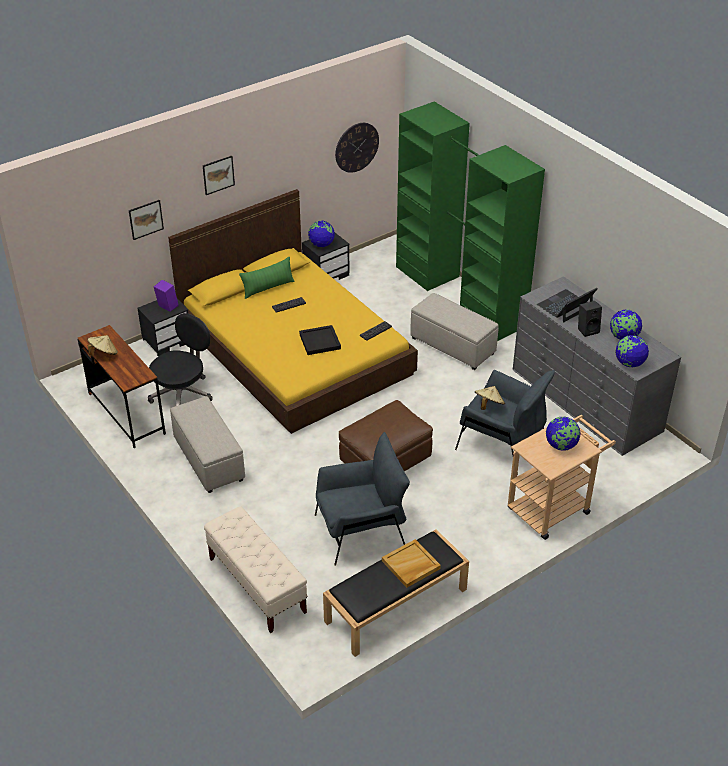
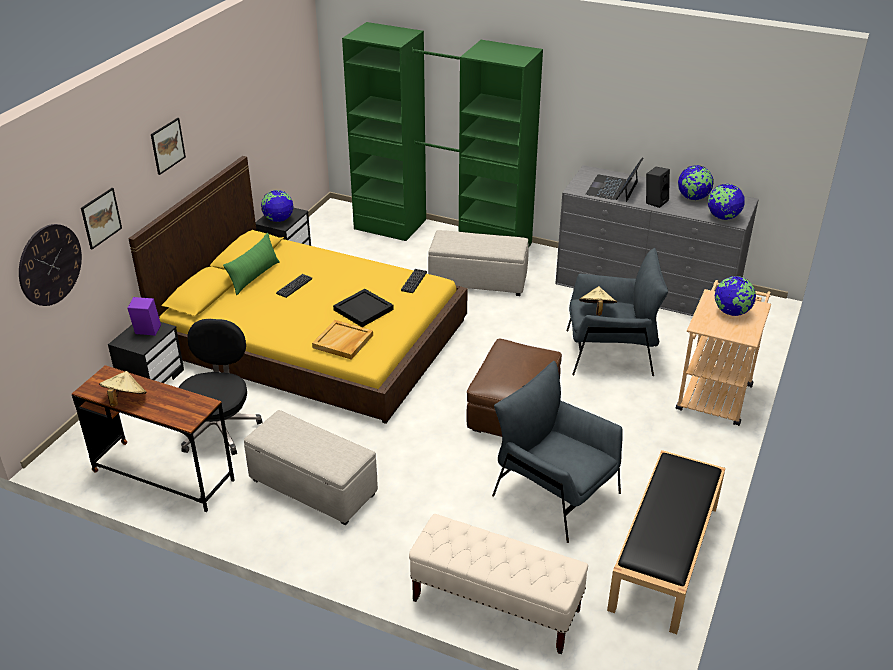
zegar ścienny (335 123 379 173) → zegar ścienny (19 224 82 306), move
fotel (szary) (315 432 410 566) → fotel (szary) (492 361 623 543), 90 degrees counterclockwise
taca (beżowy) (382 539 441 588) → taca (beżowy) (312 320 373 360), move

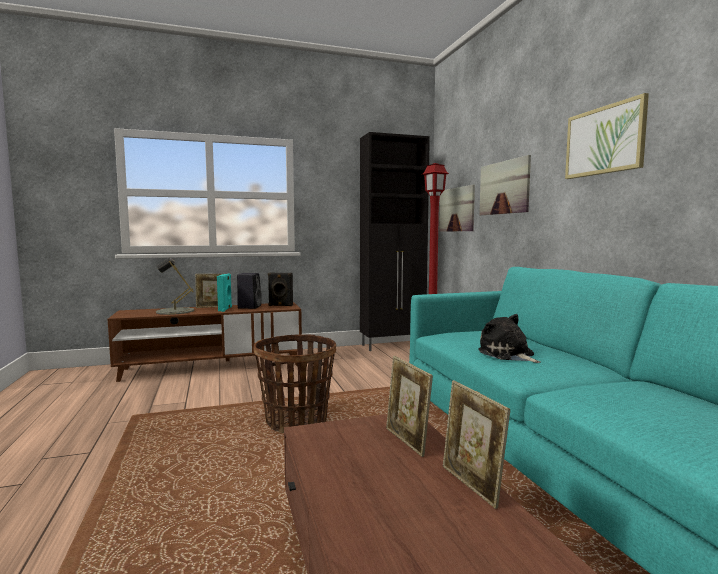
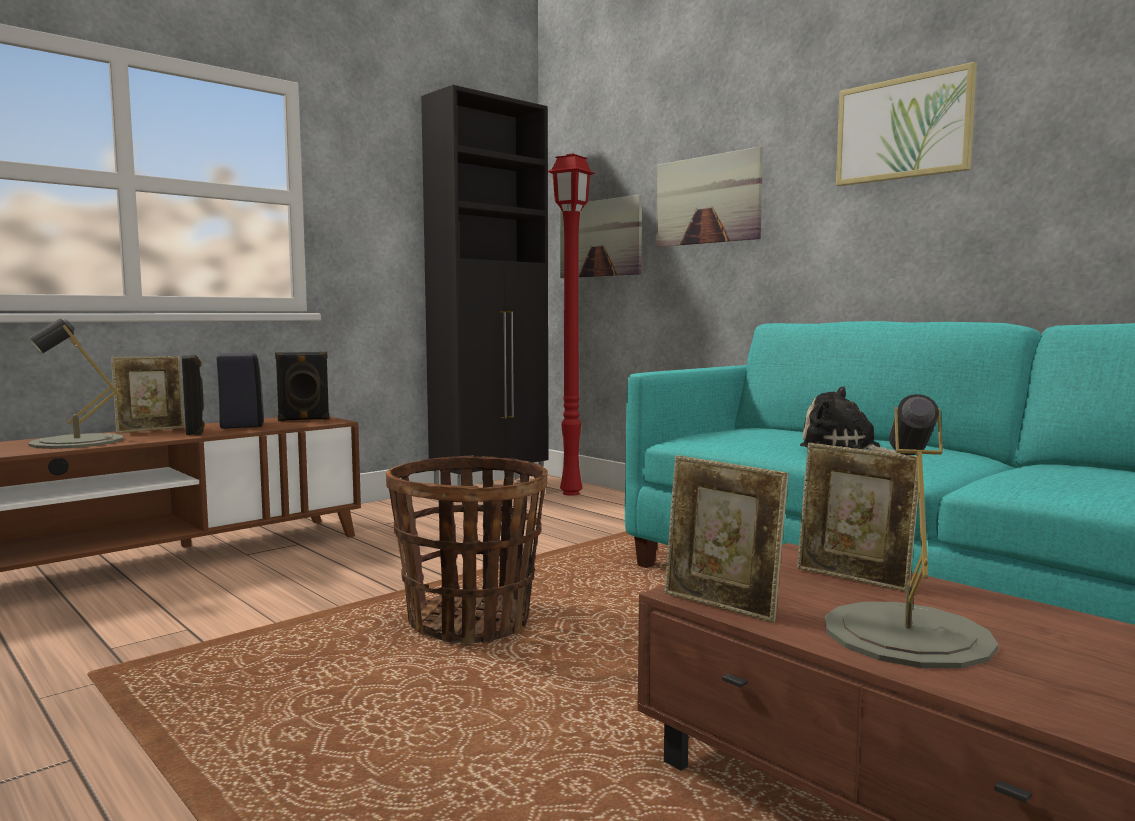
głośnik (turkusowy) (217 274 232 312) → głośnik (czarny) (182 355 205 436)
ramka na zdjęcie (443 380 510 509) → ramka na zdjęcie (664 455 788 623), move
- → lampa stołowa (szary) (824 394 998 669)

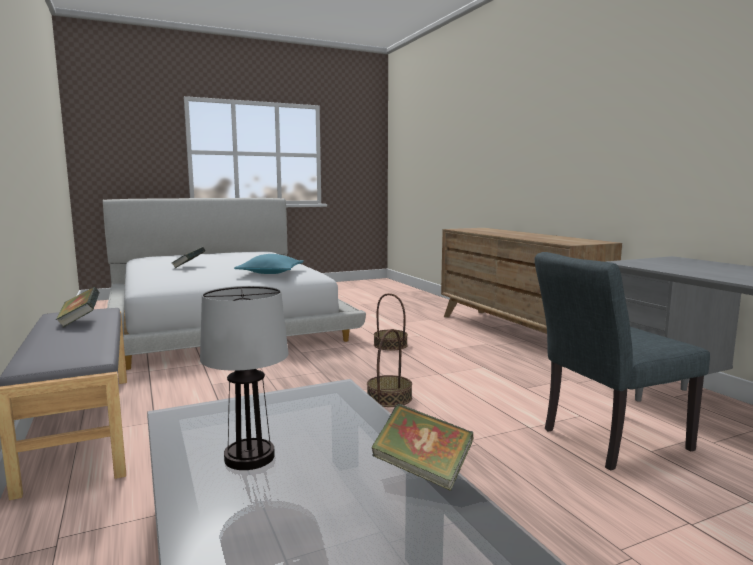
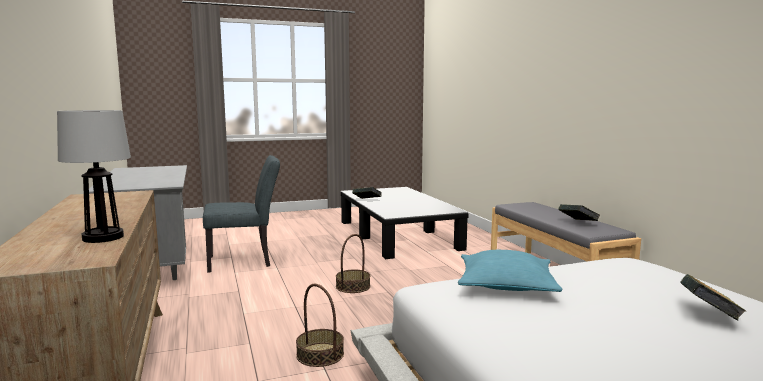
lampa stołowa (200 286 289 470) → lampa stołowa (57 110 131 243), move

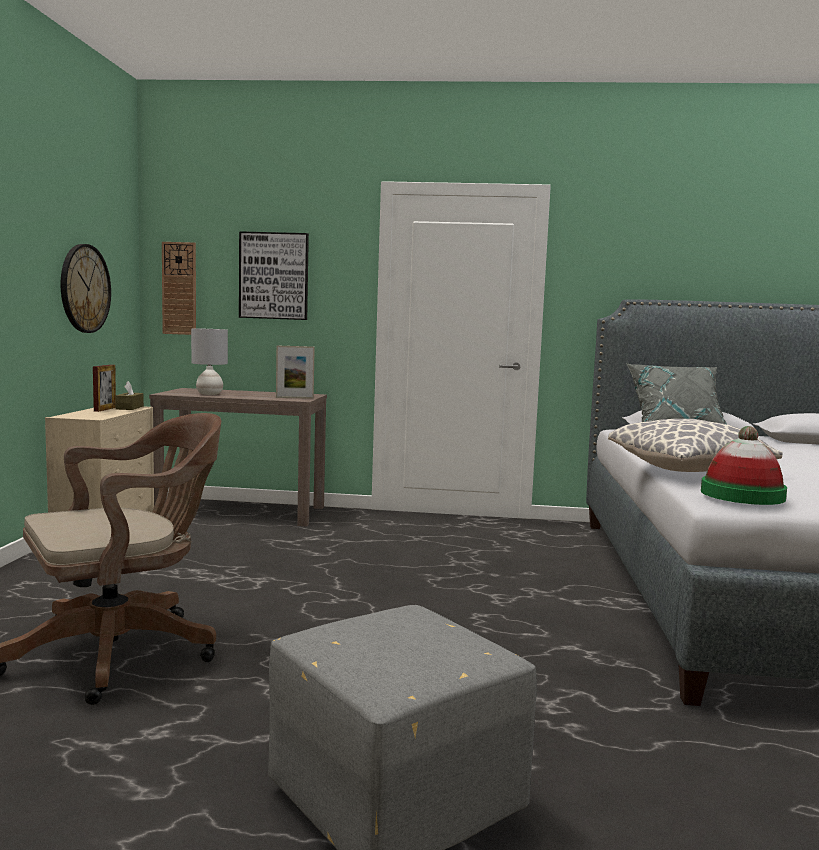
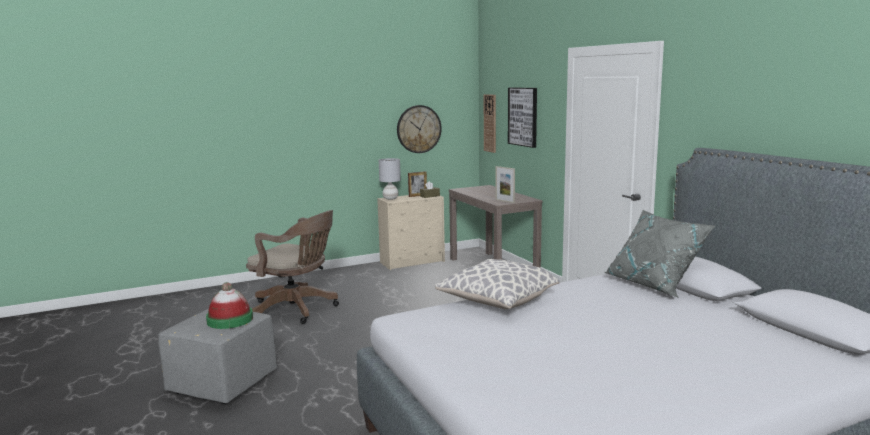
lampa stołowa (szary) (191 328 228 395) → lampa stołowa (szary) (379 158 401 200), move
kapelusz (701 426 787 505) → kapelusz (206 282 253 329), move

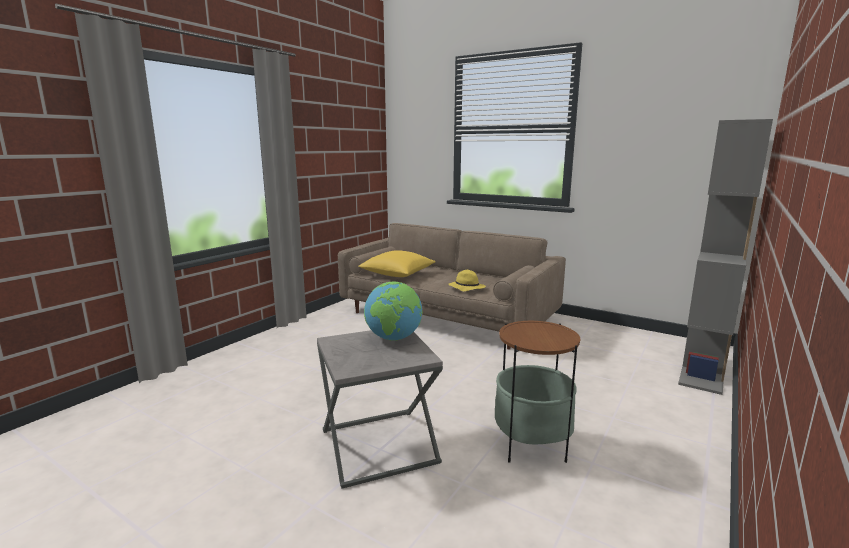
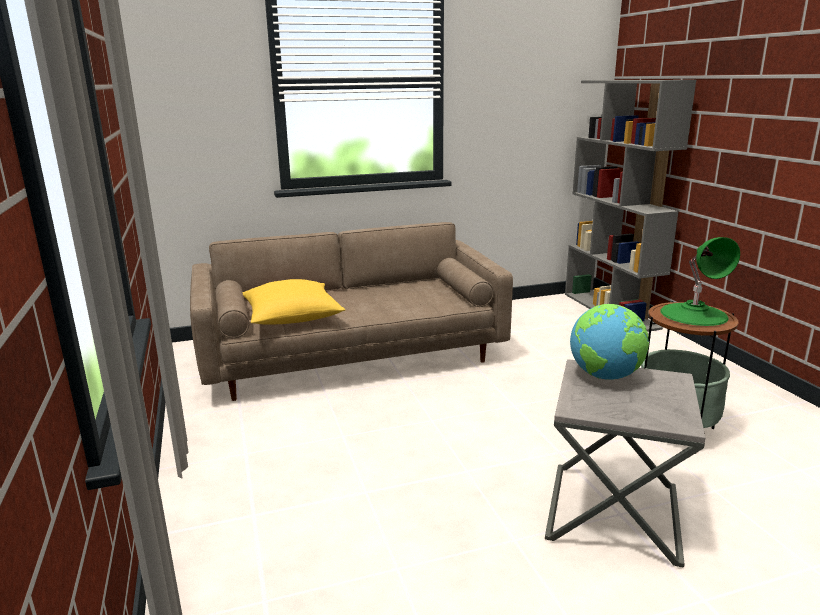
kapelusz (żółty) (448 270 486 292) → -
- → lampa stołowa (zielony) (660 237 740 326)

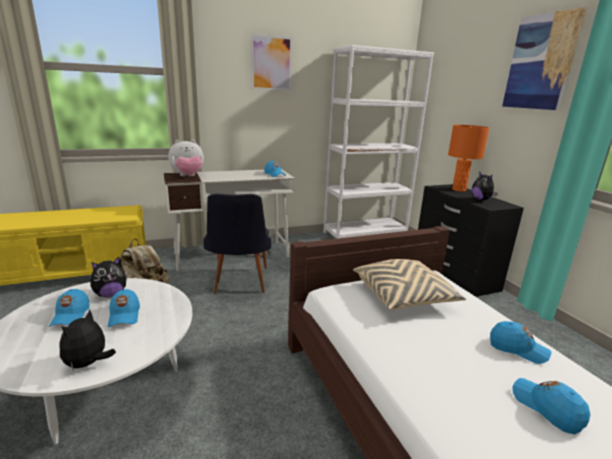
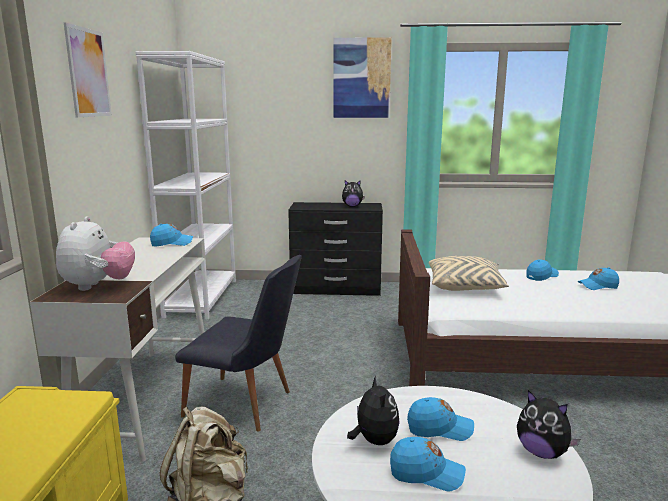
lampa stołowa (pomarańczowy) (448 125 489 192) → -

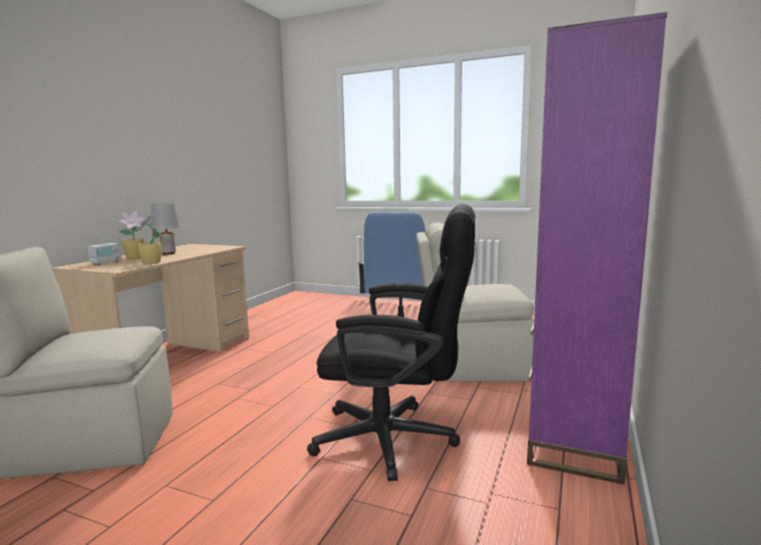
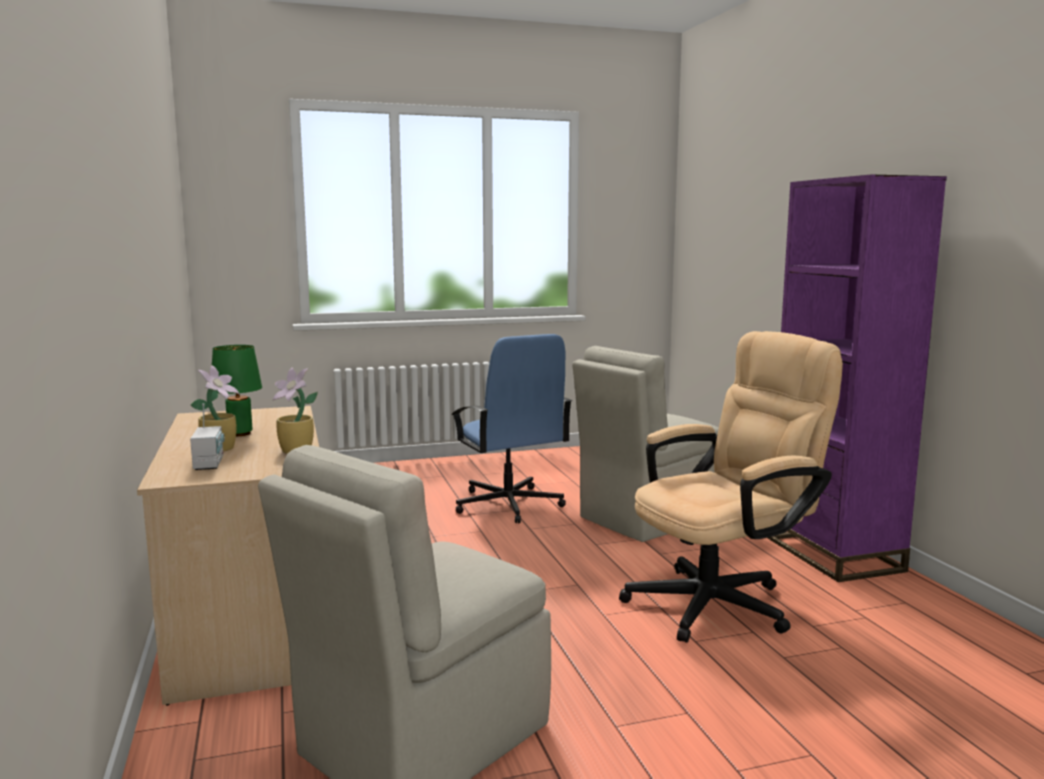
lampa stołowa (szary) (151 203 181 255) → lampa stołowa (zielony) (212 345 262 436)
krzesło biurowe (czarny) (307 204 476 481) → krzesło biurowe (beżowy) (619 331 843 643)

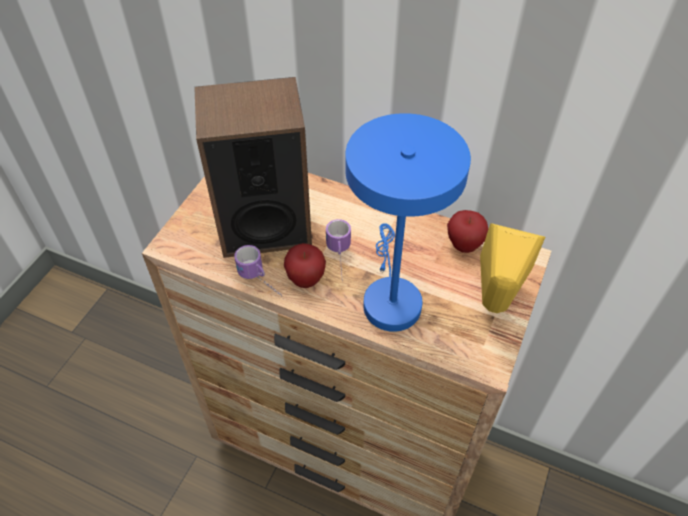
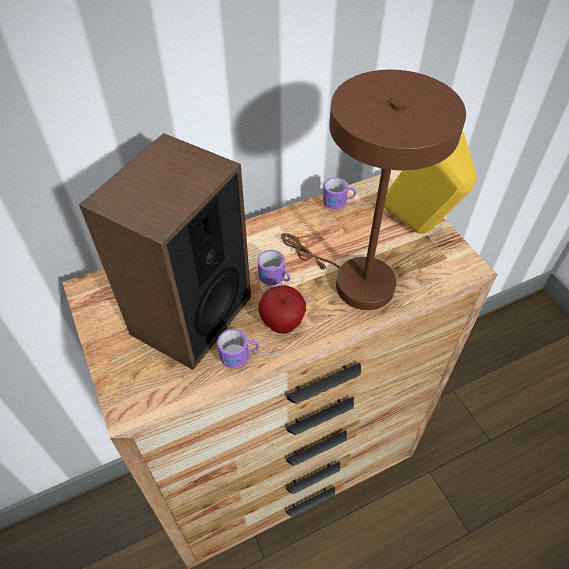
lampa stołowa (niebieski) (345 113 471 332) → lampa stołowa (brązowy) (281 70 466 310)
jabłko (447 210 488 253) → kubek (323 177 373 209)

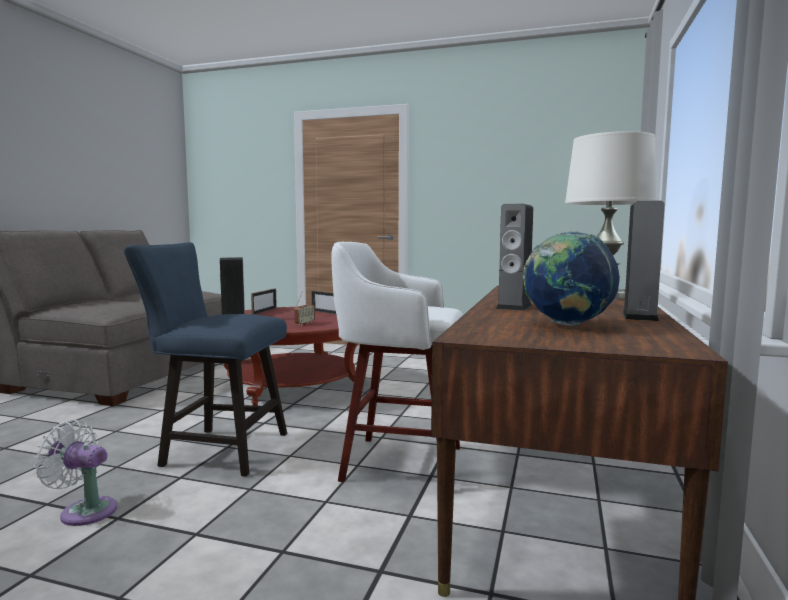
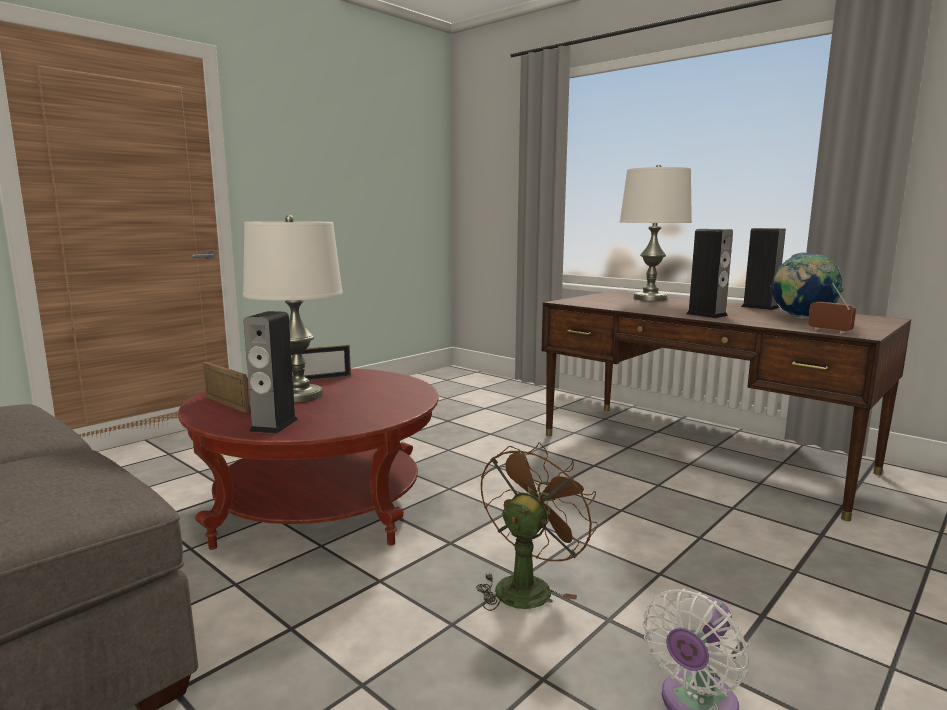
krzesło (niebieski) (124 242 287 476) → wentylator (brązowy) (476 442 598 611)
stołek (biały) (331 242 463 482) → -
radio (295 292 315 326) → radio (808 283 856 334), move
- → lampa stołowa (biały) (243 215 343 402)

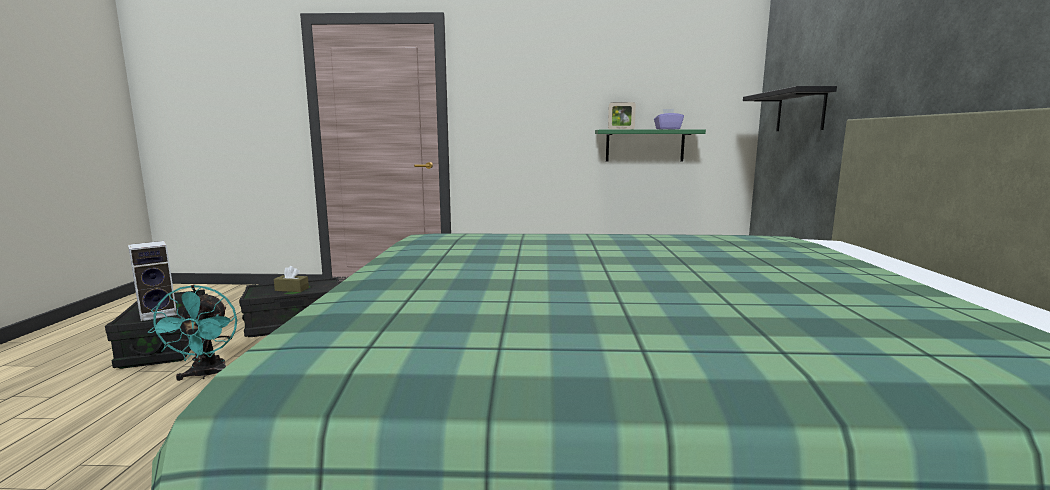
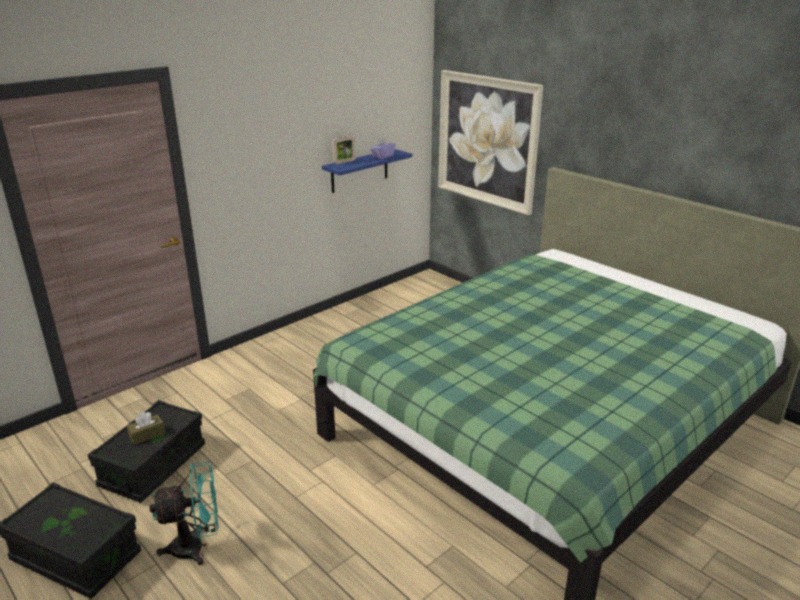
półka (czarny) (743 86 837 131) → obraz (438 70 544 215)
półka (zielony) (595 130 706 162) → półka (niebieski) (322 149 412 193)
głośnik (128 241 177 321) → -
wentylator (turkusowy) (148 285 237 381) → wentylator (turkusowy) (149 461 219 566), 45 degrees counterclockwise

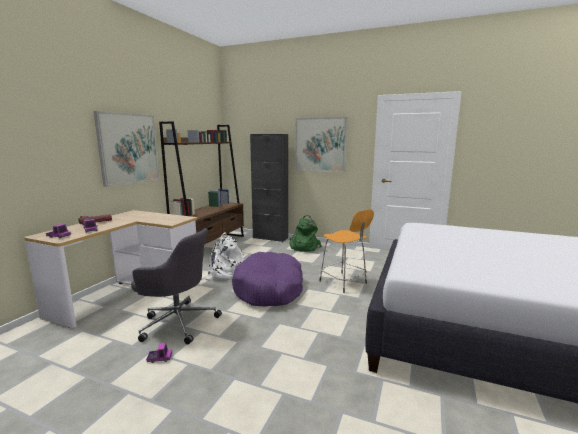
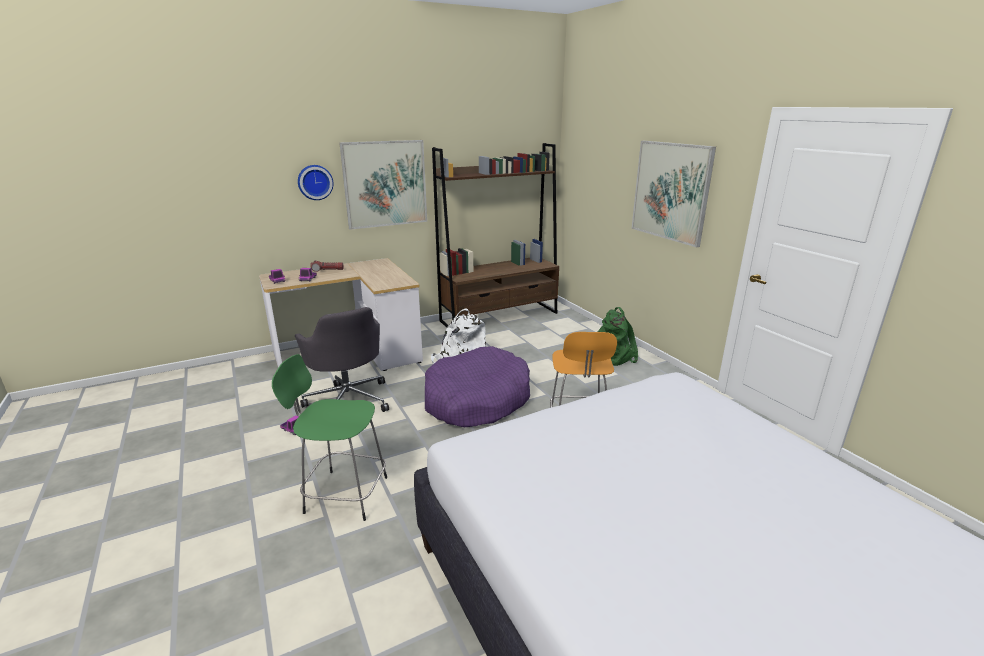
szafka (czarny) (250 134 288 242) → -
- → zegar ścienny (298 165 334 200)
- → stołek (zielony) (272 354 387 521)

